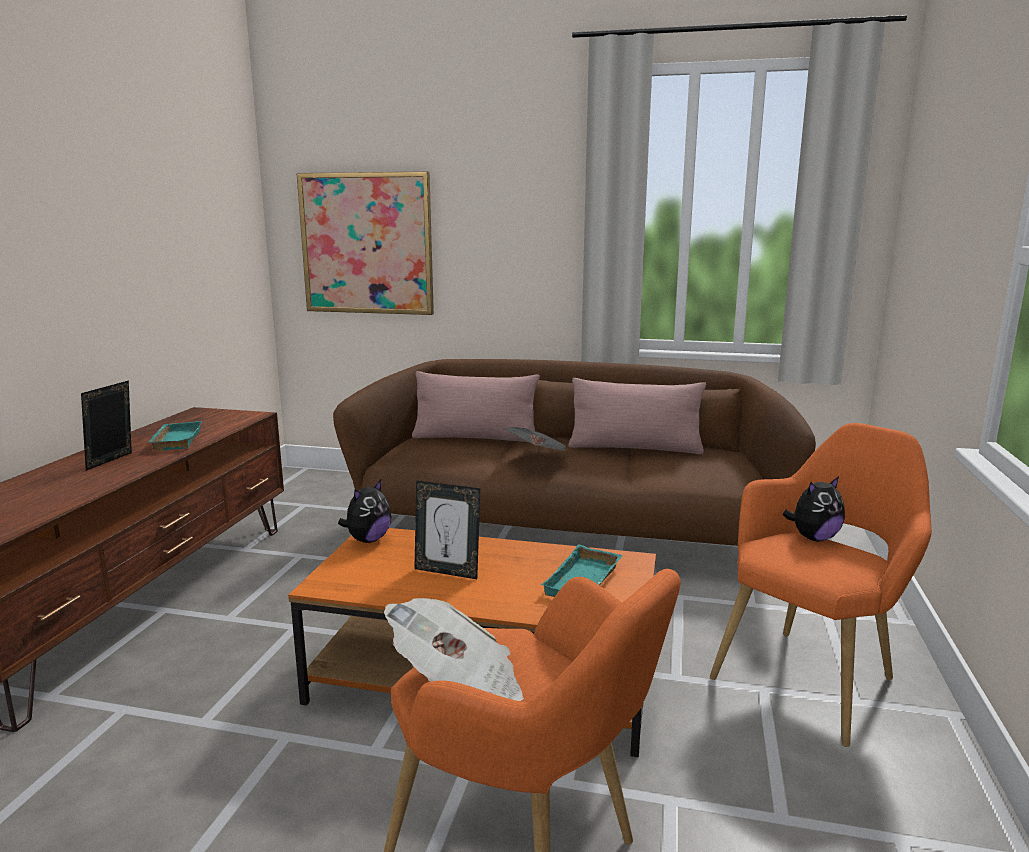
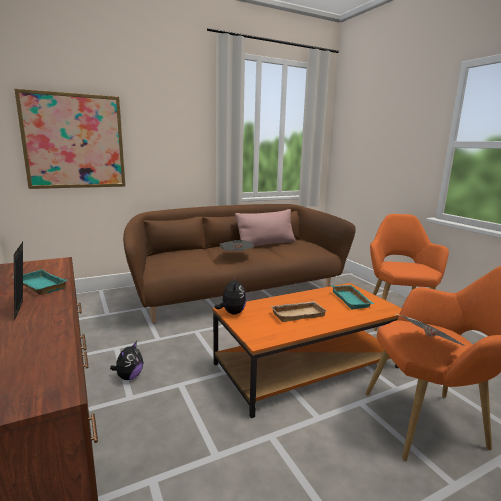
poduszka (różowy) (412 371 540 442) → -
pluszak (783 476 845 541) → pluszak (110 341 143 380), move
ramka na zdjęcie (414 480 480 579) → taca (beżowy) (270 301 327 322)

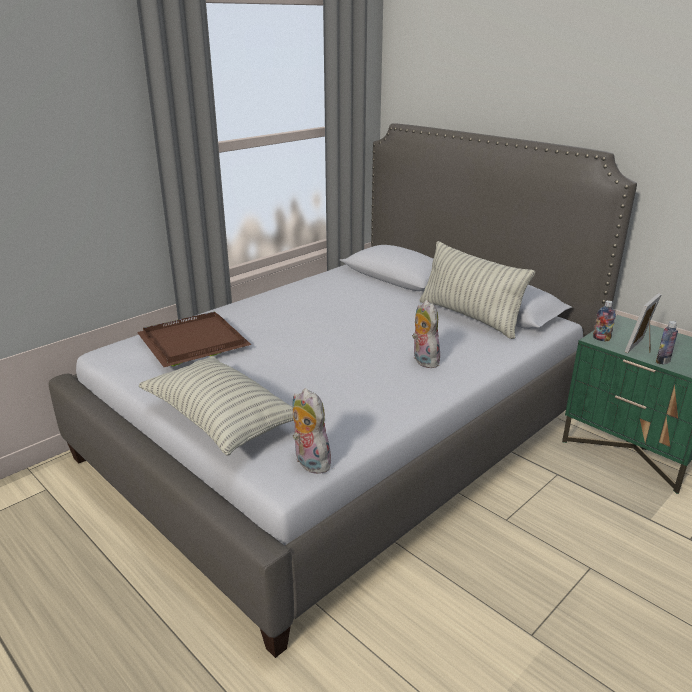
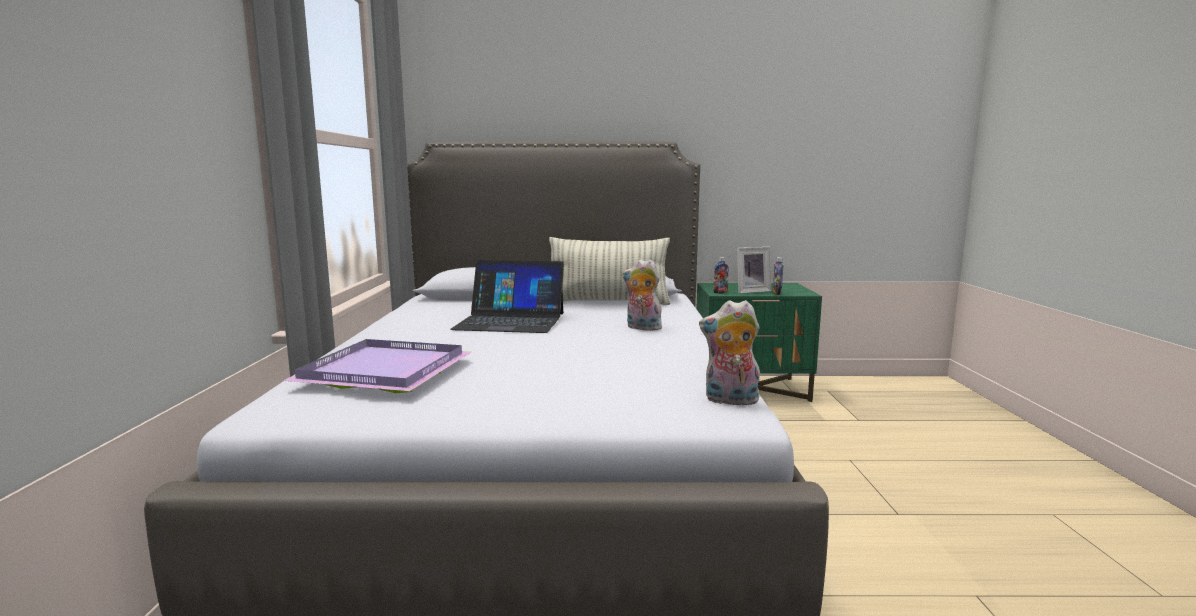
ramka na zdjęcie (625 293 662 353) → ramka na zdjęcie (737 247 771 294), 105 degrees counterclockwise
taca (brązowy) (137 311 251 367) → taca (fioletowy) (283 339 471 393)
poduszka (139 356 294 456) → -
- → laptop (450 260 564 333)

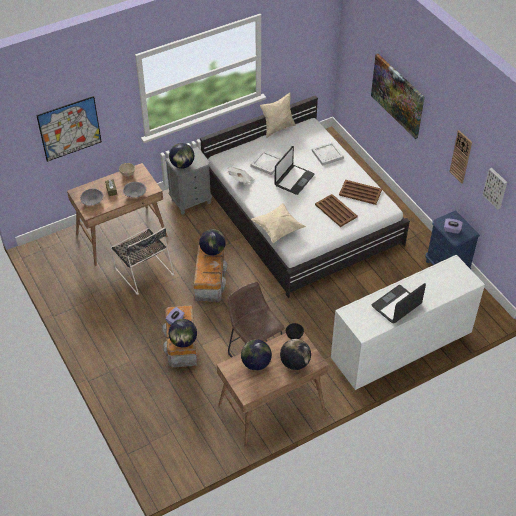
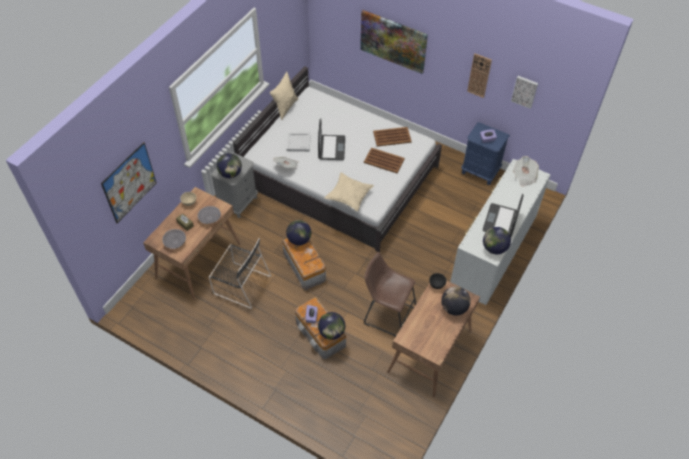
taca (biały) (312 142 344 166) → -
globus (241 339 272 370) → globus (483 227 511 254), move
- → gazeta (513 156 539 187)

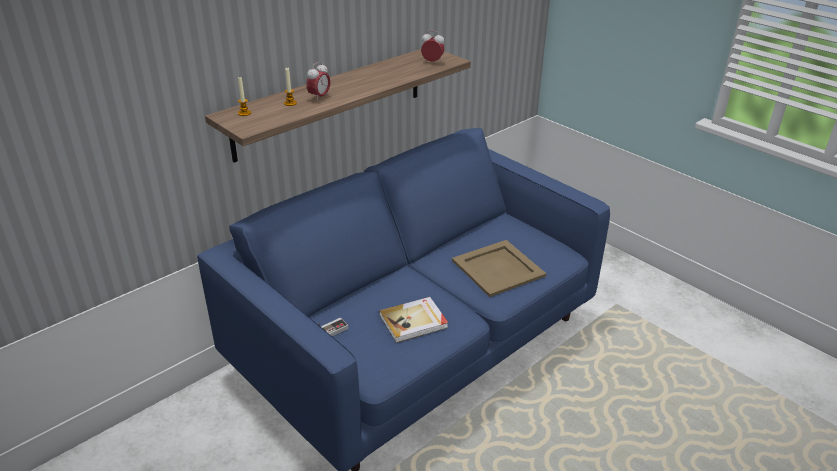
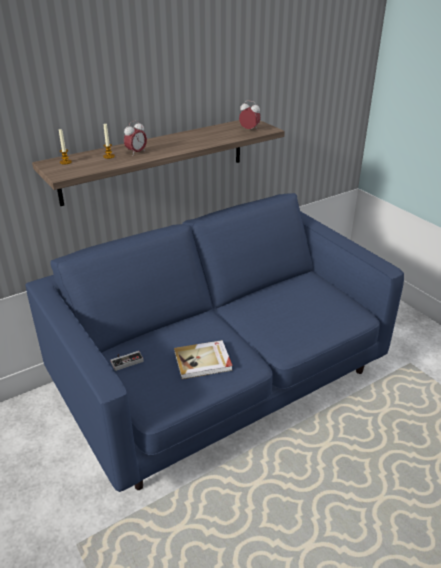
taca (beżowy) (452 240 547 297) → -

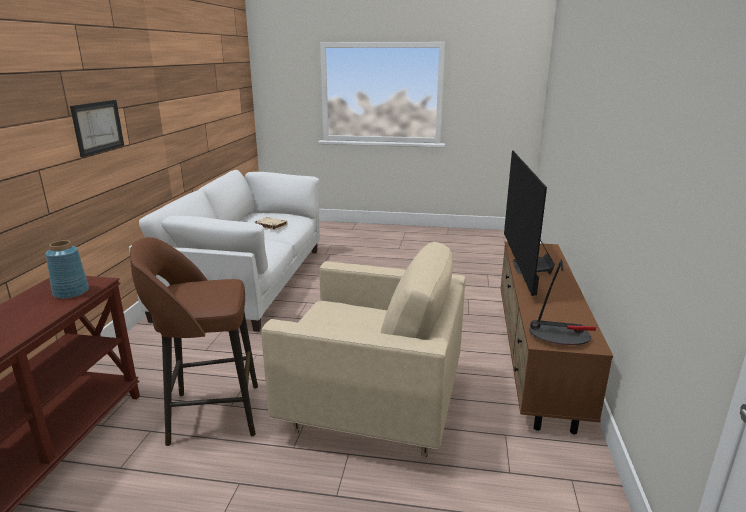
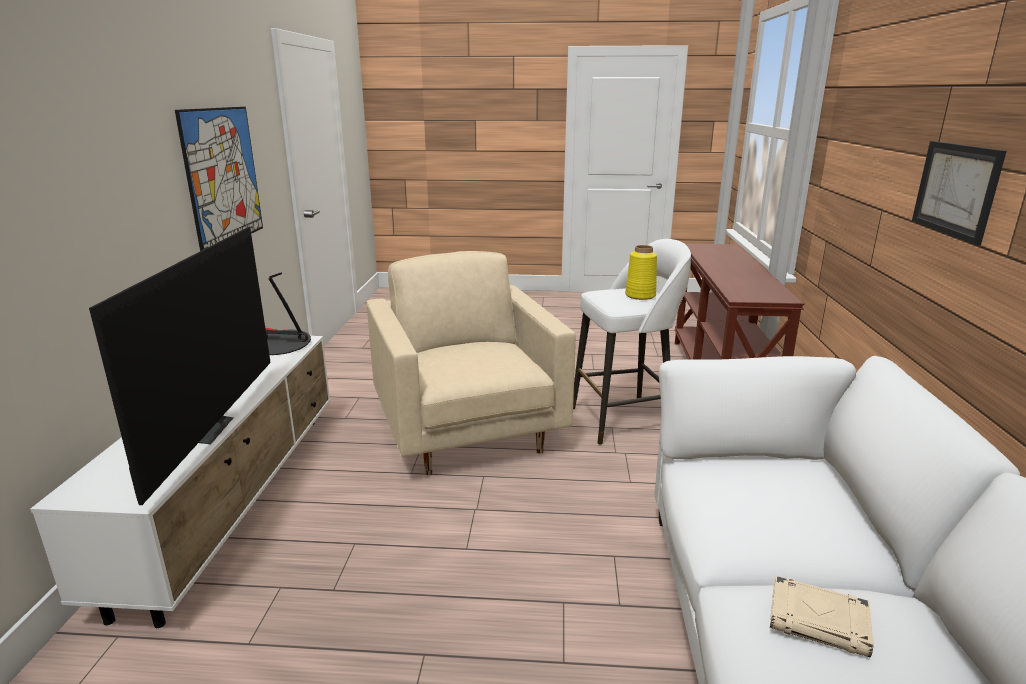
stołek (brązowy) (130 237 258 446) → stołek (biały) (573 239 691 445)
wazon (niebieski) (45 240 89 299) → -
fotel (beżowy) (261 242 466 457) → fotel (beżowy) (366 251 576 475), 60 degrees clockwise
szafka pod telewizor (brązowy) (500 242 613 434) → szafka pod telewizor (biały) (30 336 331 628)
- → obraz (175 107 263 251)
- → wazon (żółty) (625 245 657 300)

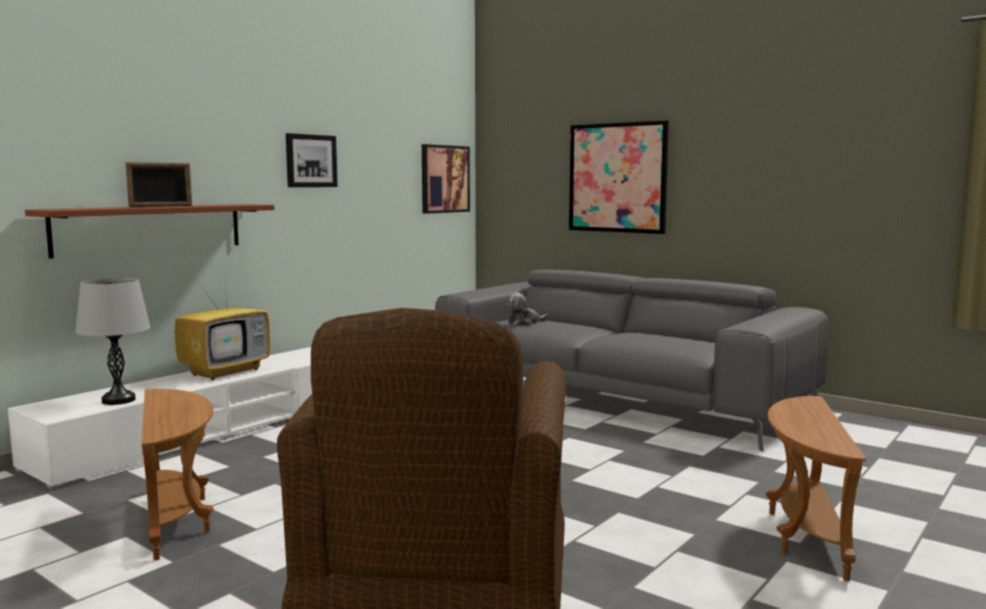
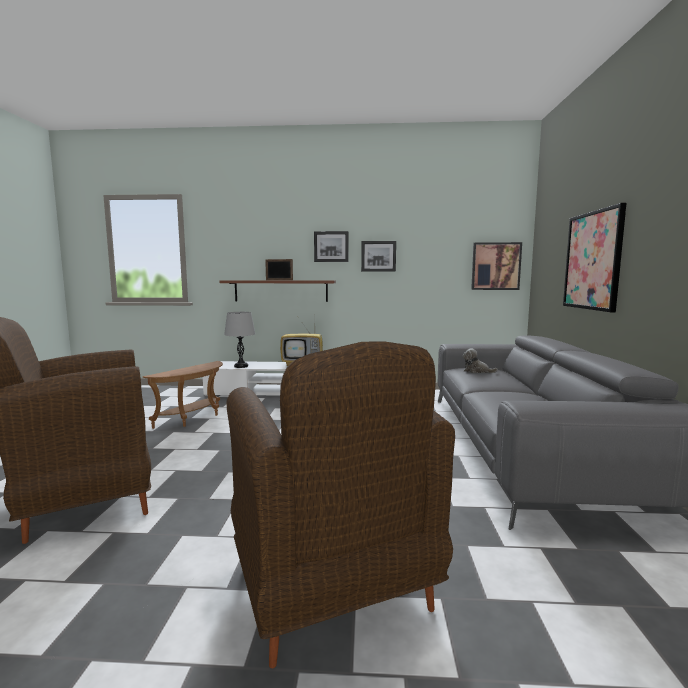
stolik (brązowy) (766 396 866 581) → fotel (brązowy) (226 342 455 669)
- → obraz (314 231 349 262)

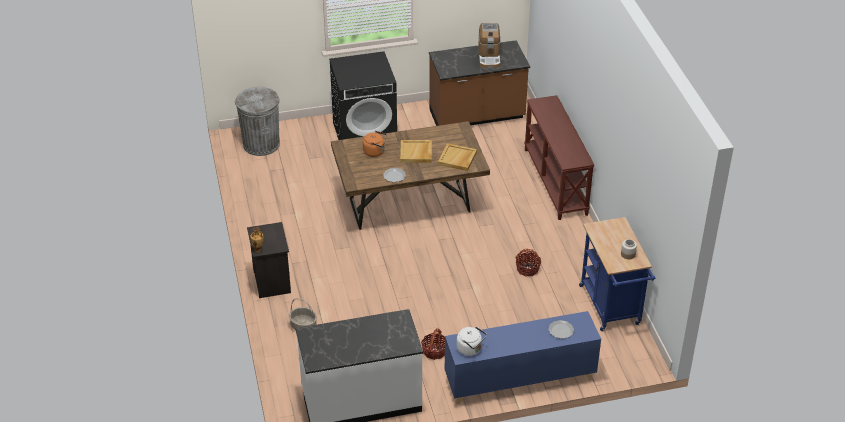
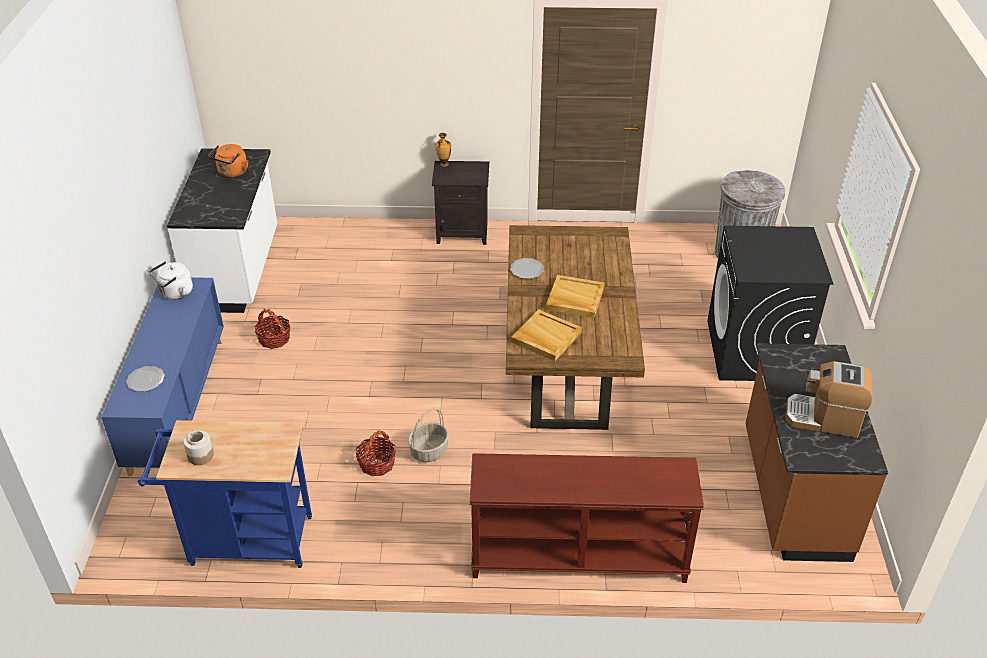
czajnik (pomarańczowy) (363 131 387 157) → czajnik (pomarańczowy) (208 144 248 178), move
koszyk (289 298 317 330) → koszyk (408 409 449 462), move

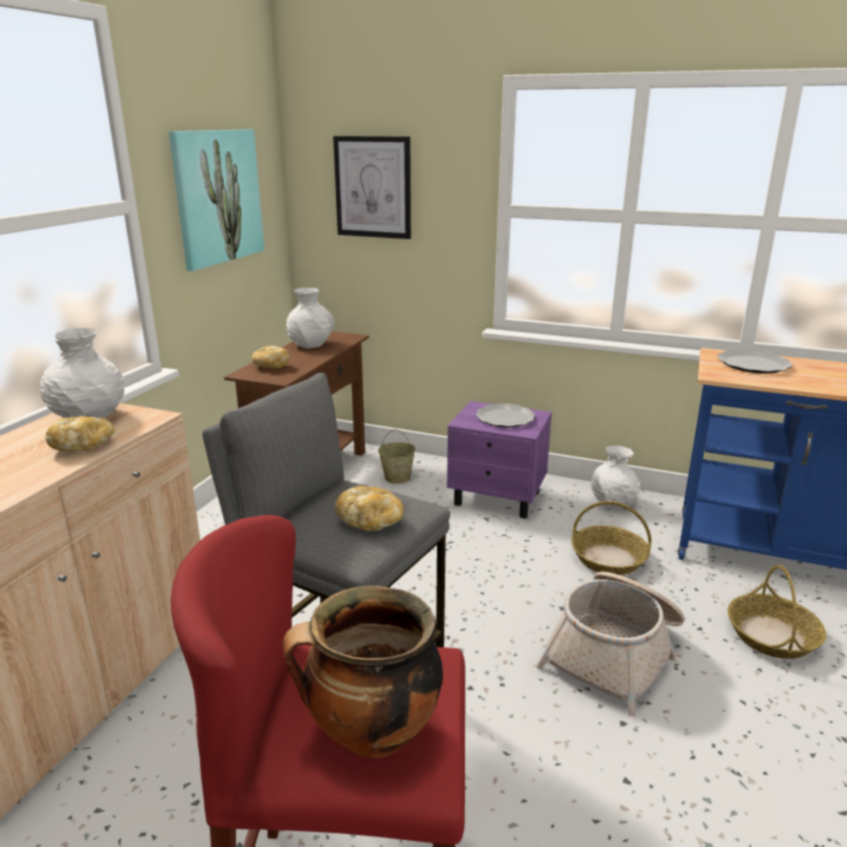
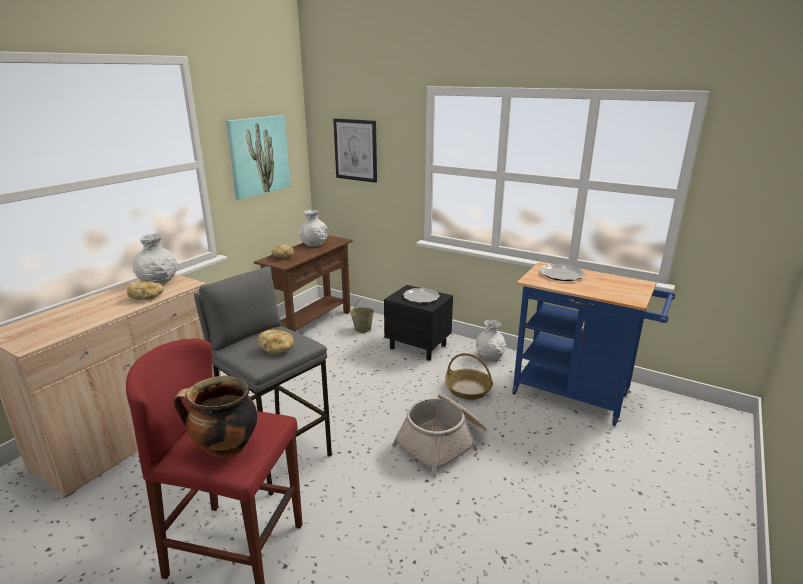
szafka nocna (fioletowy) (447 401 552 518) → szafka nocna (czarny) (384 285 453 361)
koszyk (728 564 826 659) → -

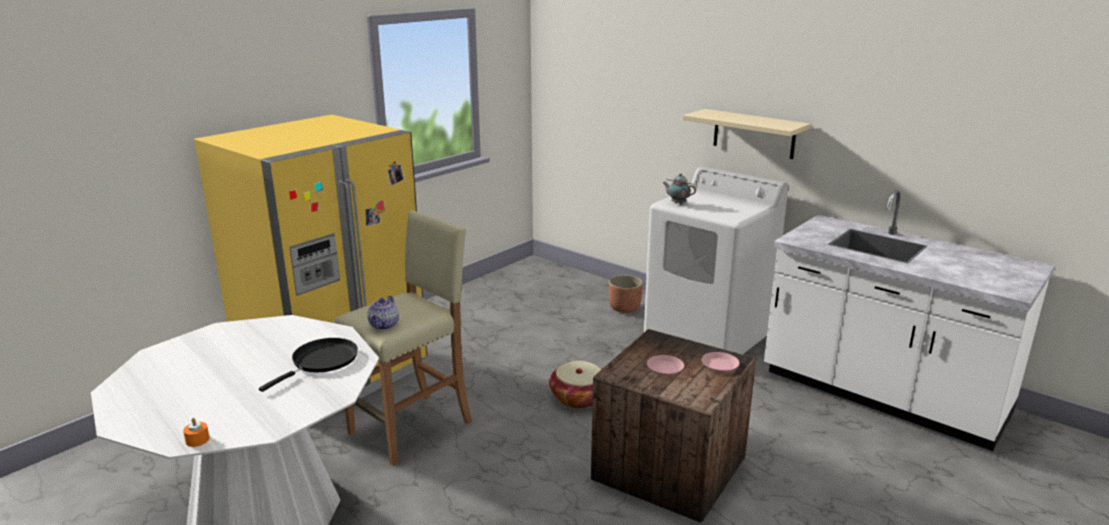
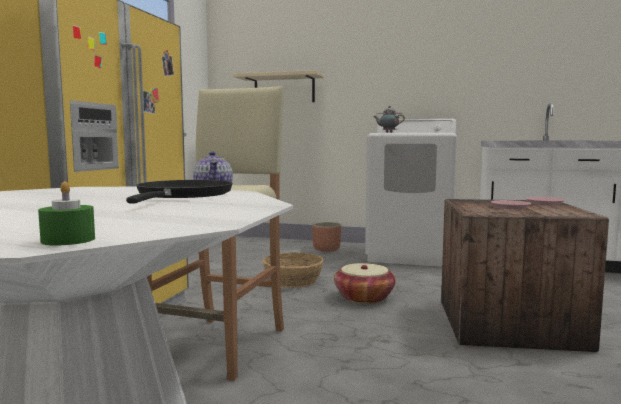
półka (beżowy) (683 109 811 159) → półka (beżowy) (233 70 324 102), move
świeca (pomarańczowy) (183 418 210 447) → świeca (zielony) (38 181 95 246)
- → koszyk (263 252 324 288)

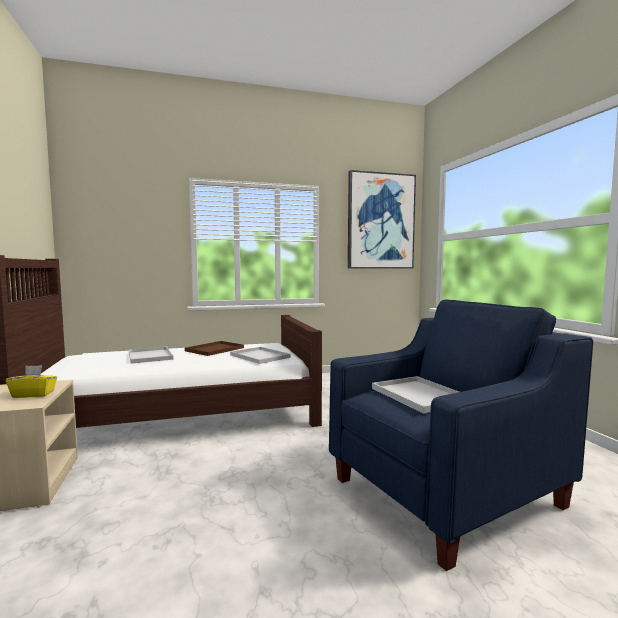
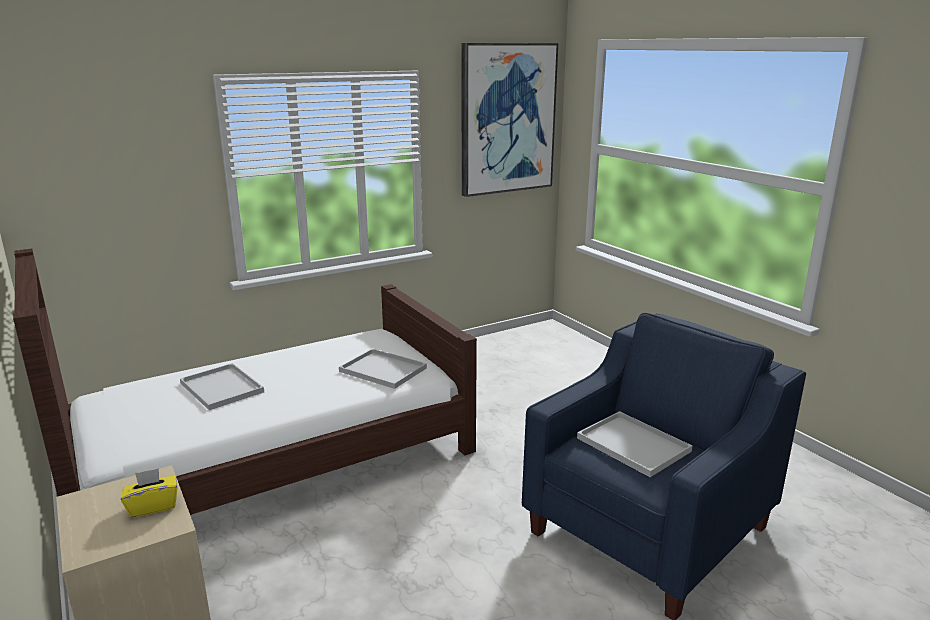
taca (brązowy) (185 341 244 356) → -

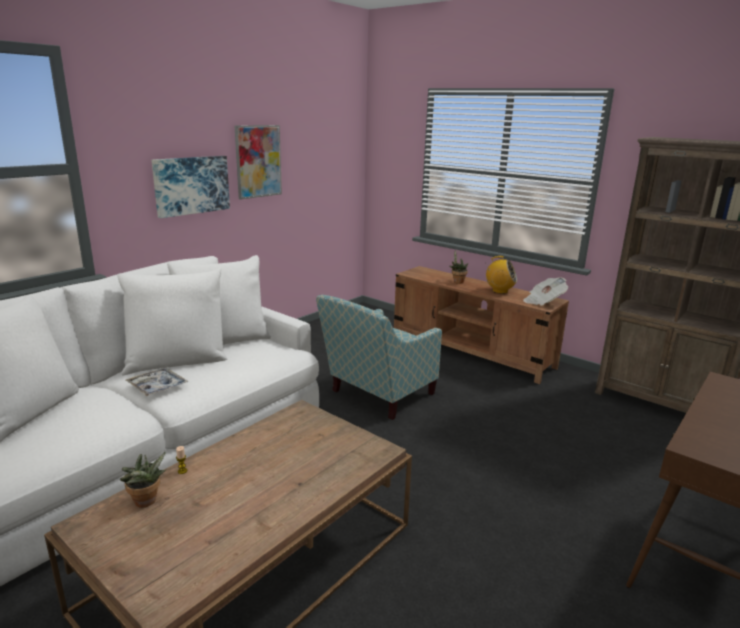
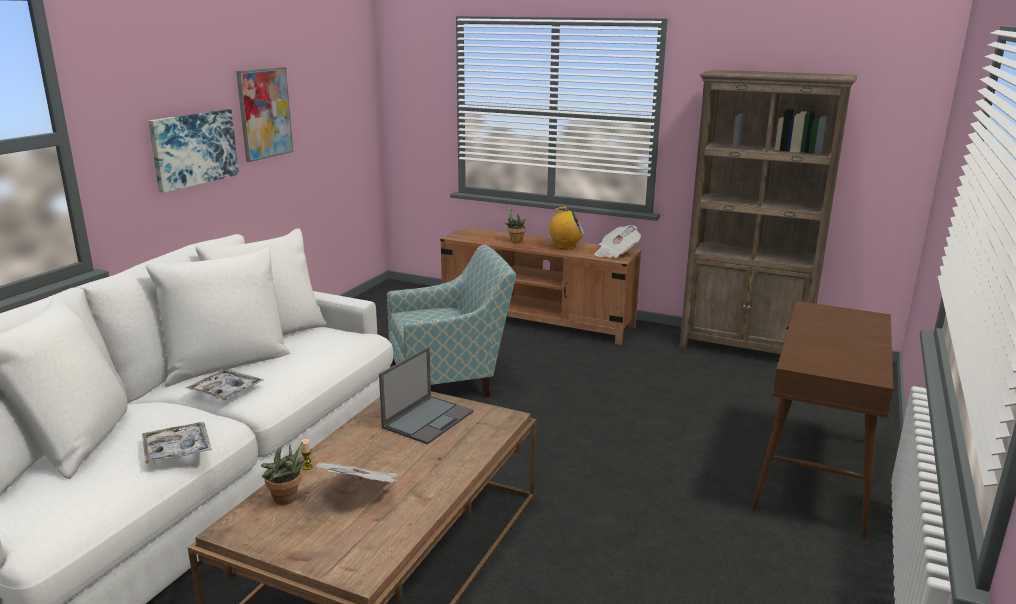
fotel (316 294 442 420) → fotel (387 245 516 397), 135 degrees counterclockwise
- → laptop (379 347 474 445)
- → taca (142 422 212 464)
- → gazeta (316 462 398 483)

